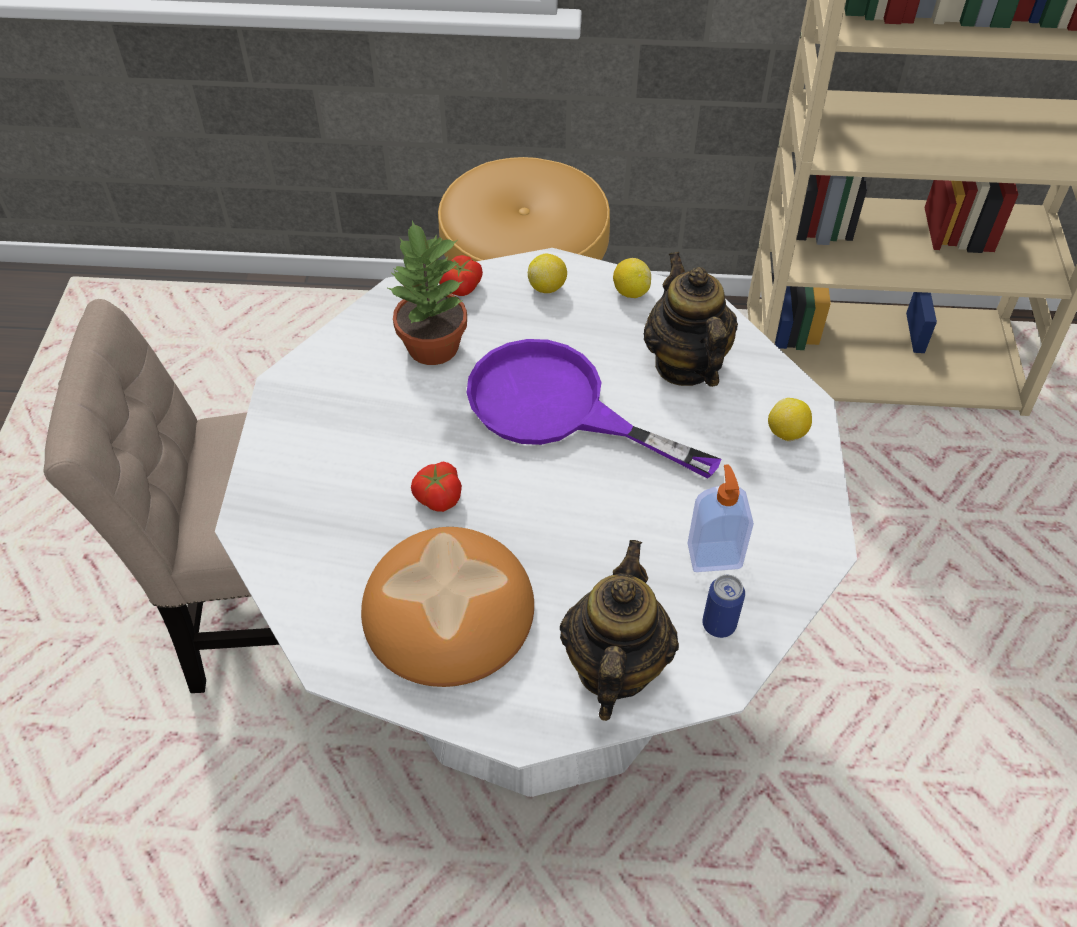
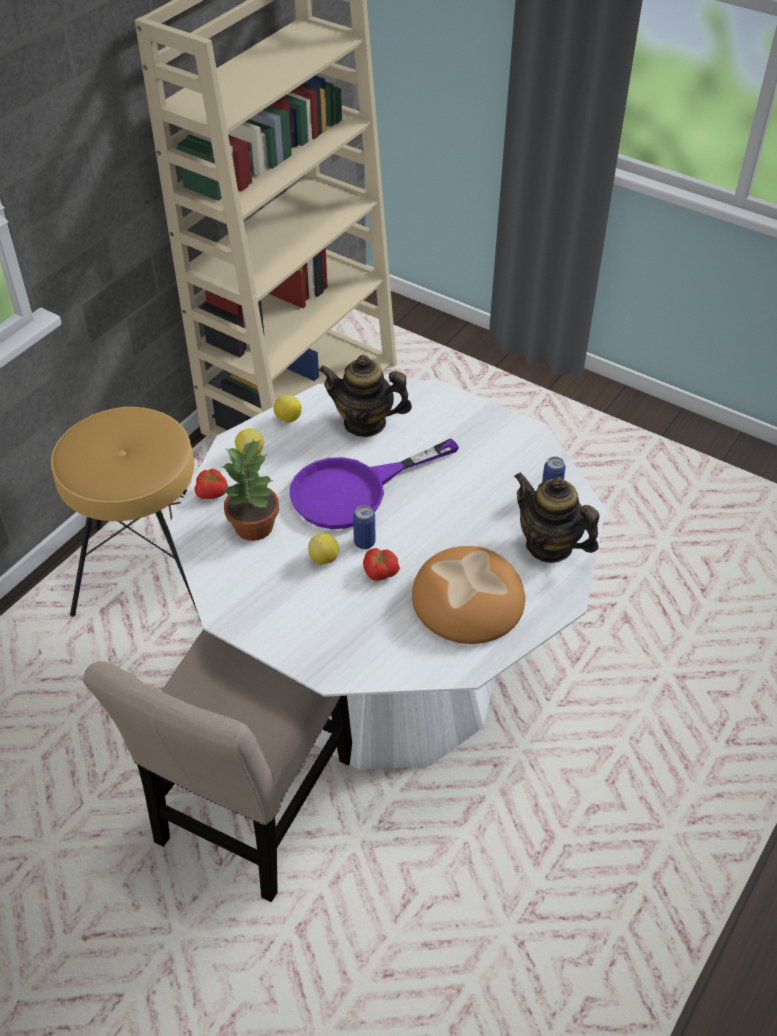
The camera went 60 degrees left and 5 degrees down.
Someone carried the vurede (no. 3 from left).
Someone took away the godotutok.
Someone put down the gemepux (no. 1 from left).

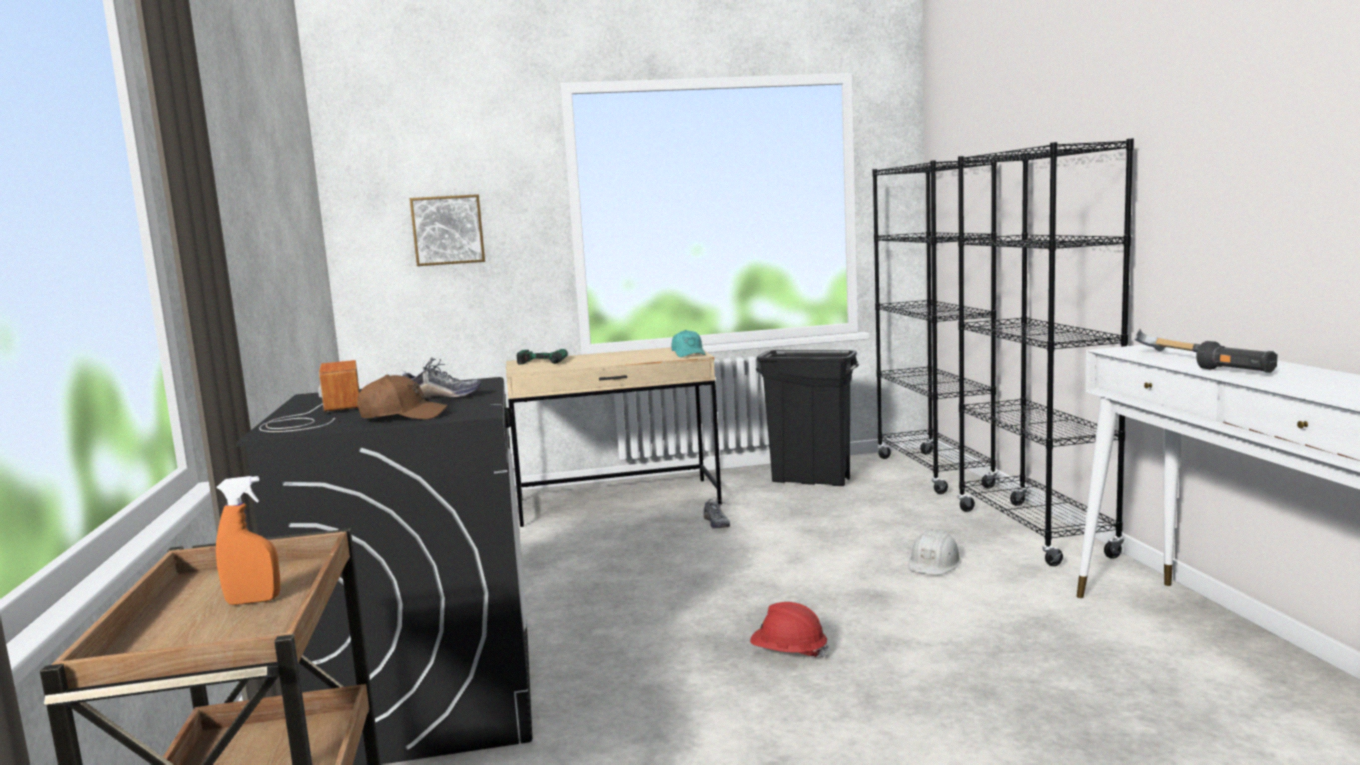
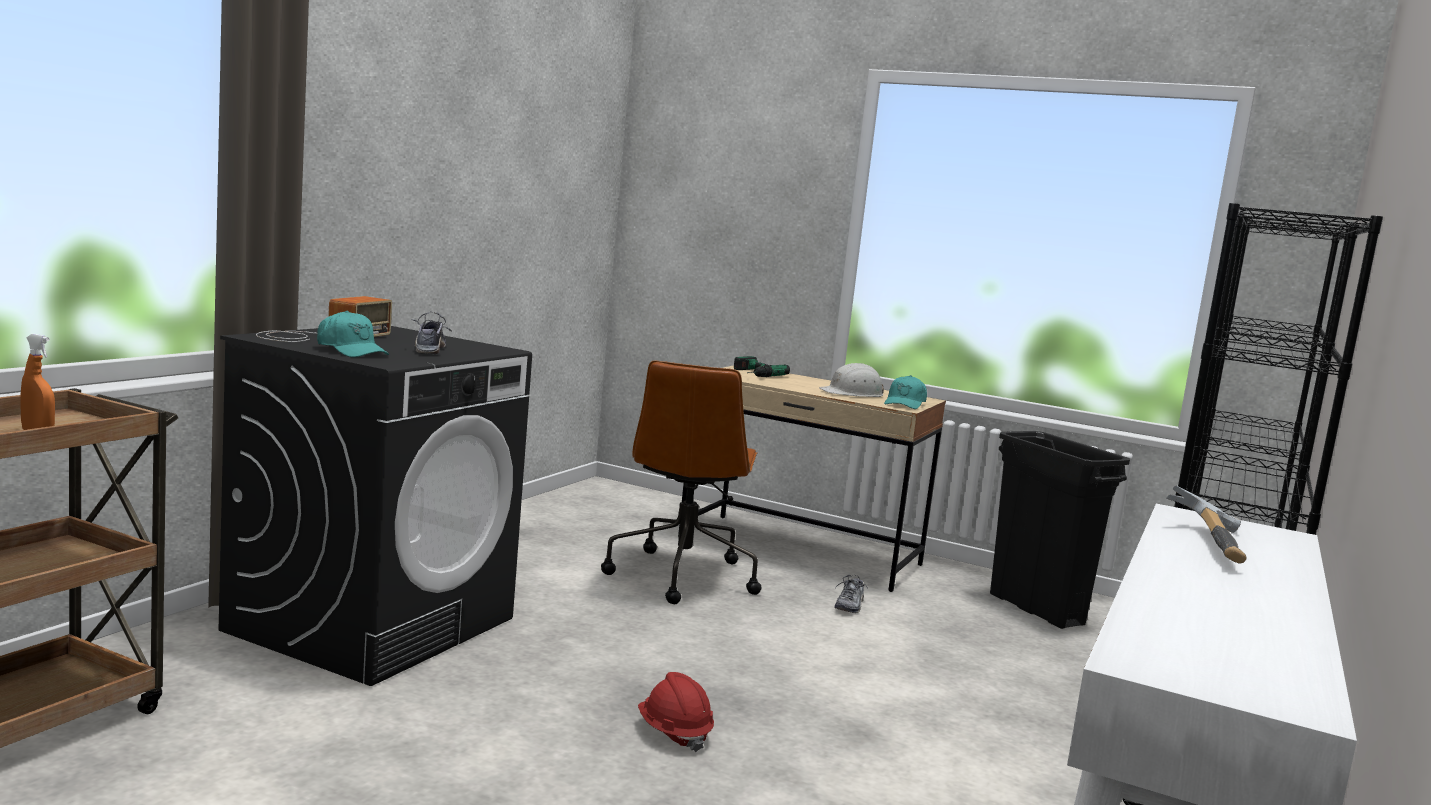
The camera went 35 degrees right and 0 degrees up.
Someone took away the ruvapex.
Someone took away the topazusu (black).
Someone rotated the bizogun (no. 1 from left) by 135 degrees counterclockwise.
Someone repainted the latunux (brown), which became the latunux (turquoise) (no. 1 from left).
Someone carried the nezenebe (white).
Someone put down the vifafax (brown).

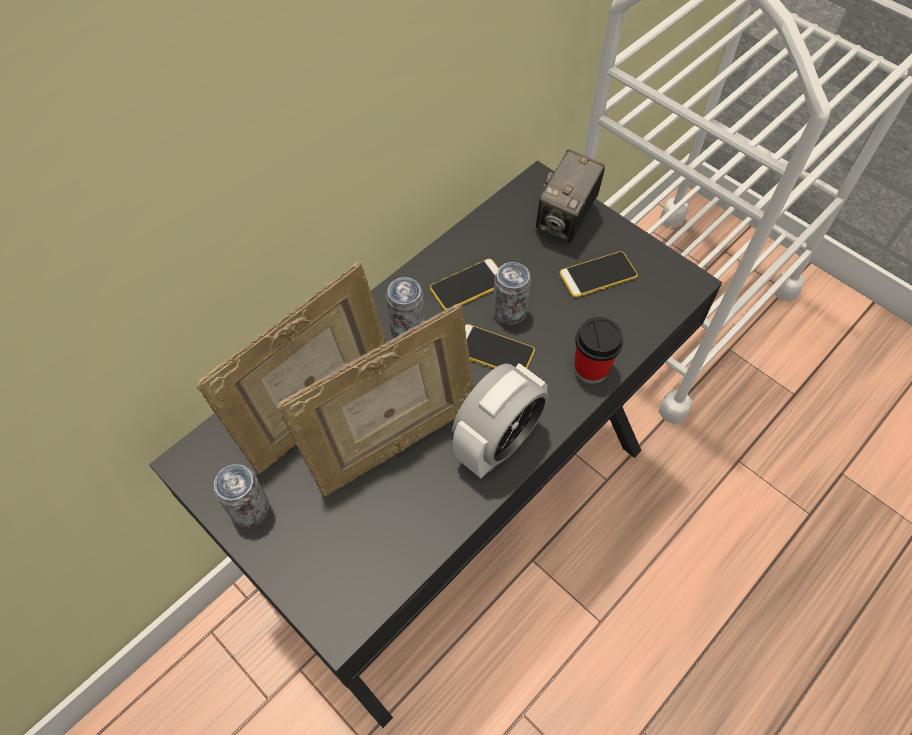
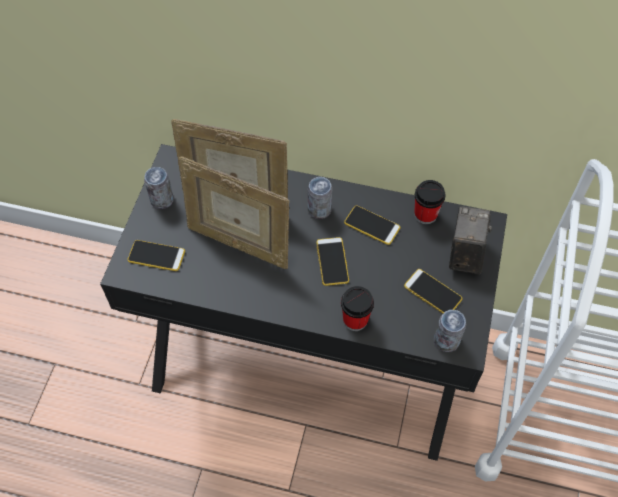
The camera went 60 degrees right and 0 degrees up.
Someone rotated the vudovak by 105 degrees clockwise.
Someone carried the gemepux (no. 3 from left).
Someone took away the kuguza.
Someone put down the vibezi (no. 2 from left).
Someone put down the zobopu (no. 1 from left).

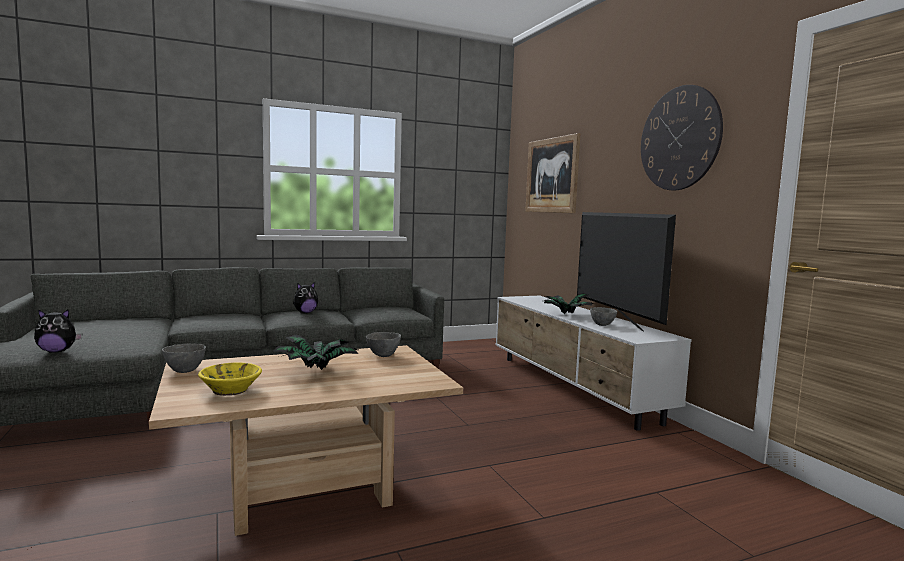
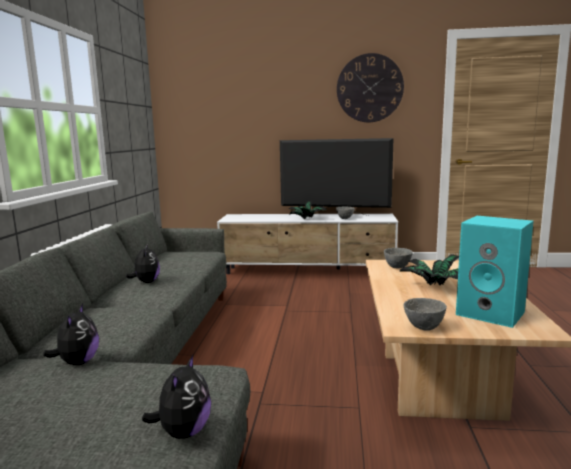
The camera went 60 degrees left and 5 degrees up.
Someone took away the ruvapex.
Someone swapped the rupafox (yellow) for the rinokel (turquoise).
Someone put down the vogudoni (no. 1 from left).

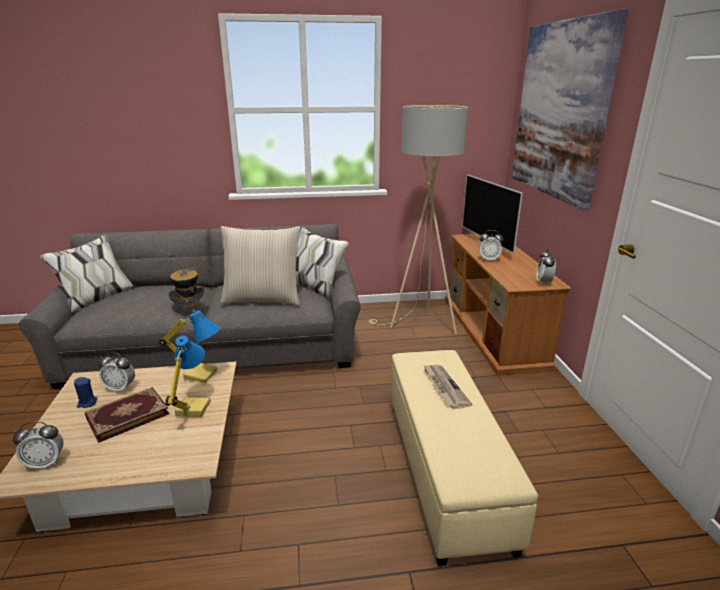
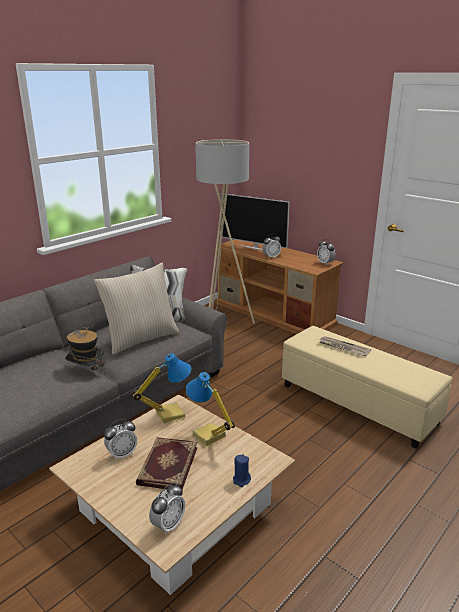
The camera went 40 degrees left and 0 degrees up.
Someone took away the ruvapex.
Someone carried the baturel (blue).

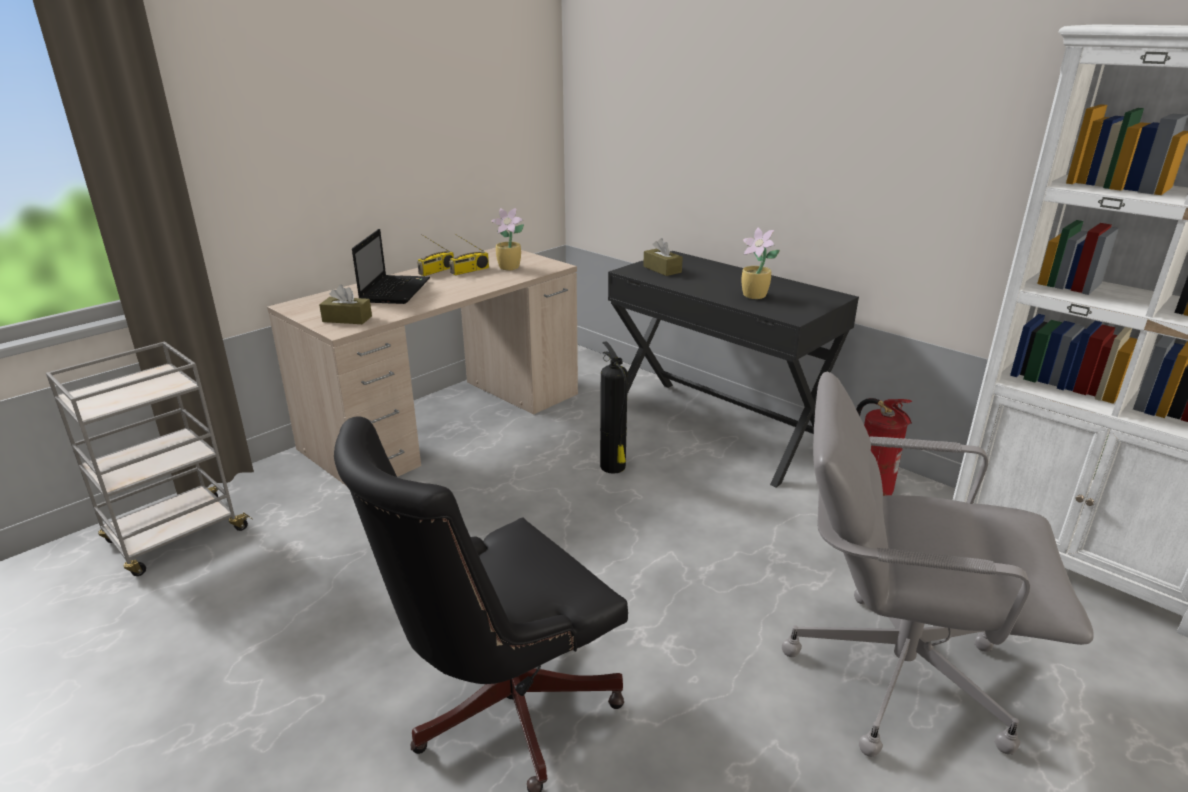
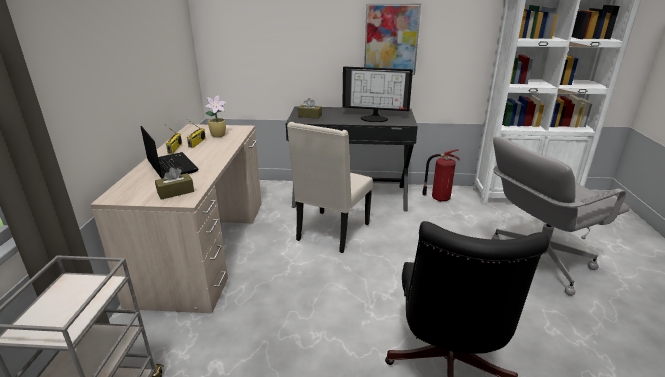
The camera went 40 degrees left and 0 degrees up.
Someone swapped the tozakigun (no. 2 from left) for the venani.
Someone swapped the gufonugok (no. 1 from left) for the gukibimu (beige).
Someone put up the ruvapex.

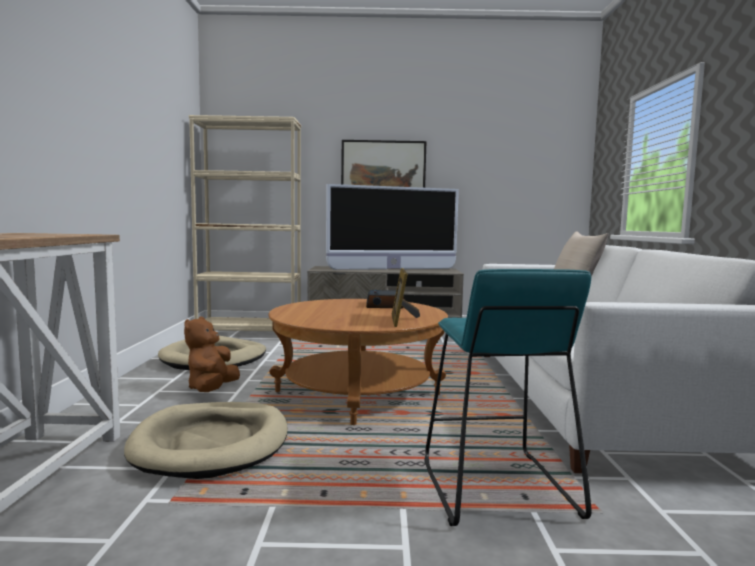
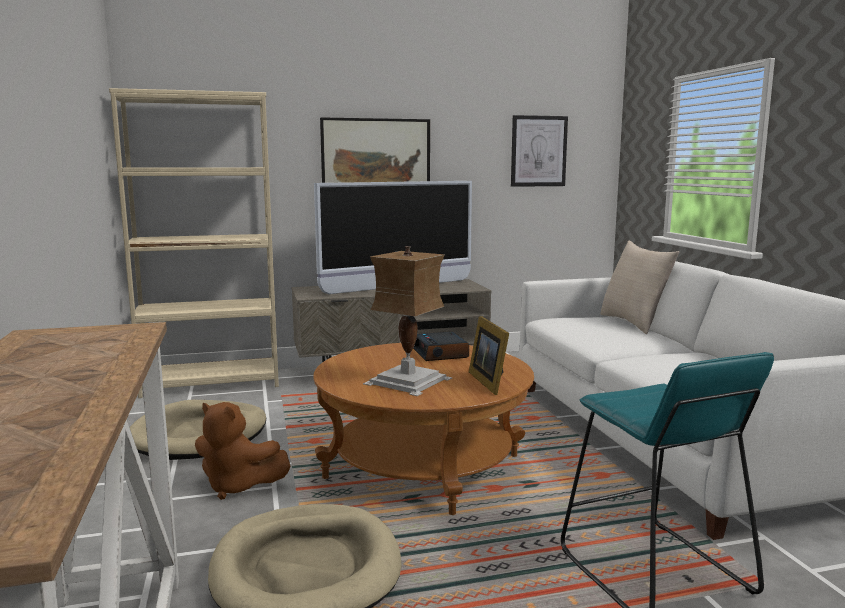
The camera went 15 degrees left and 5 degrees up.
Someone rotated the vogudoni (brown) by 60 degrees counterclockwise.
Someone put up the ruvapex (no. 2 from left).
Someone put down the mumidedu.

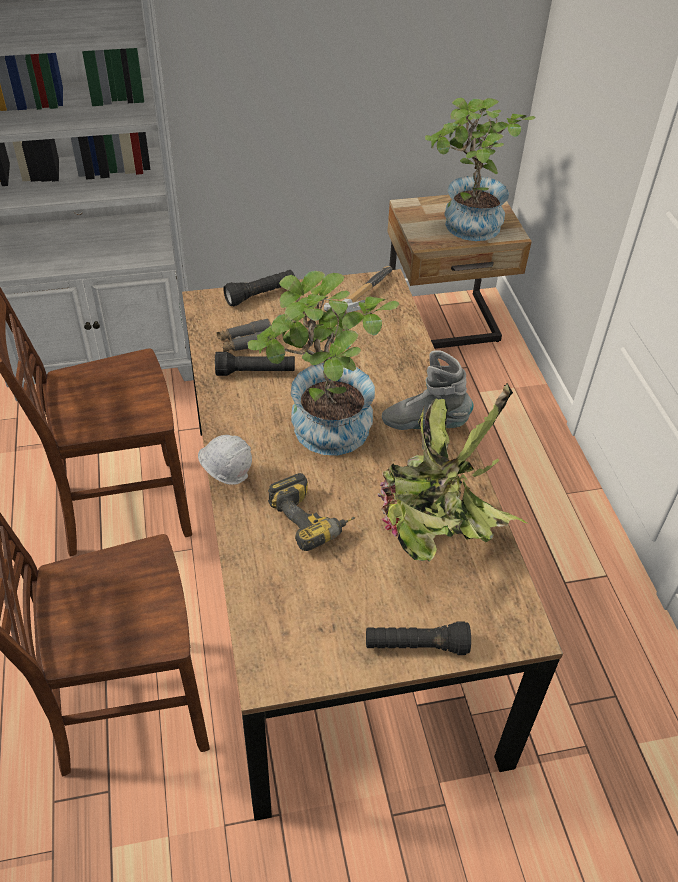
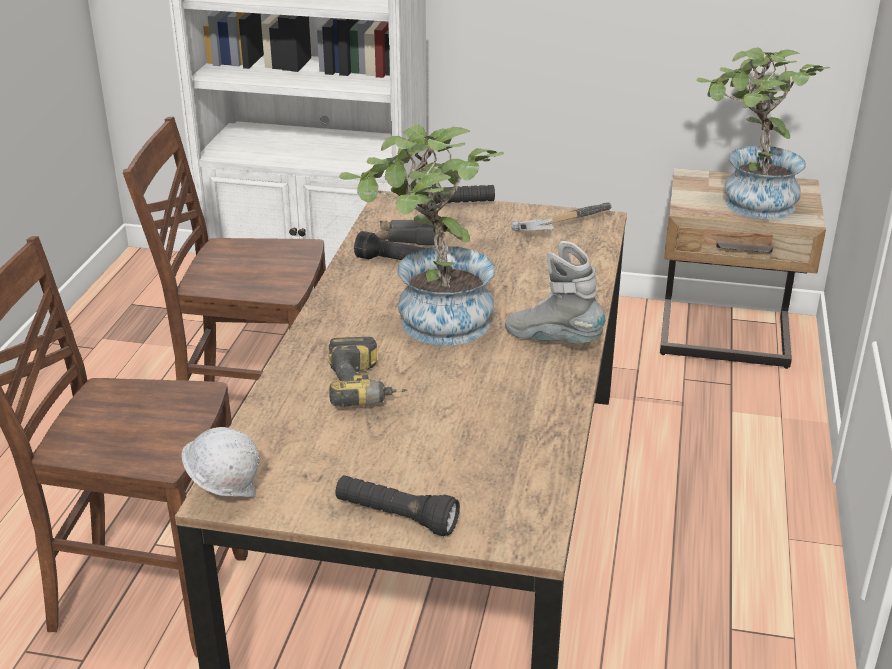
The camera went 25 degrees right and 15 degrees down.
Someone took away the tozakigun (no. 2 from left).
Someone carried the nezenebe (white).

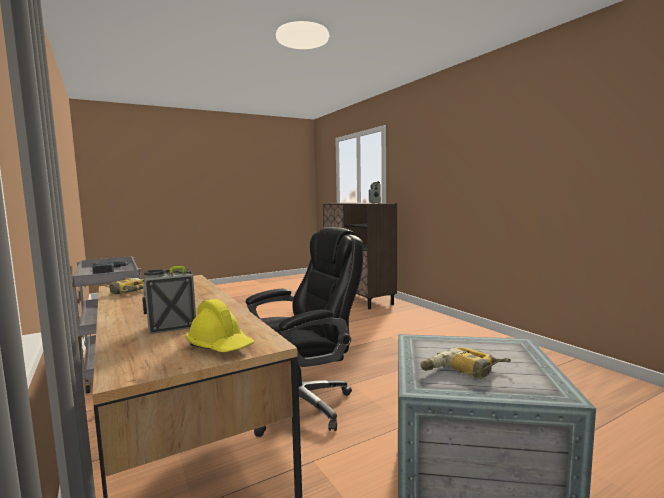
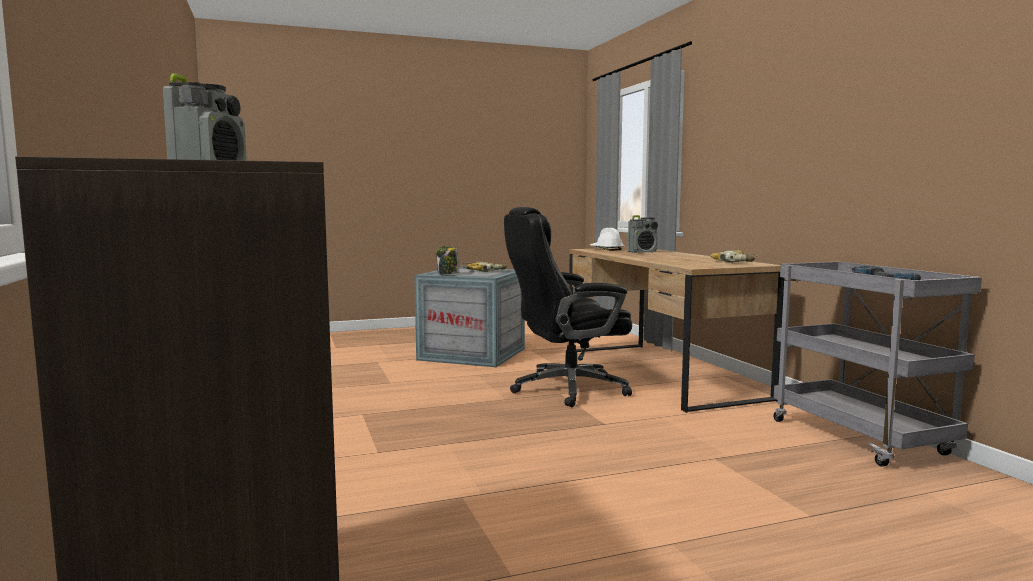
The camera went 170 degrees left and 0 degrees up.
Someone repainted the nezenebe (yellow), which became the nezenebe (white).
Someone put down the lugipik.

